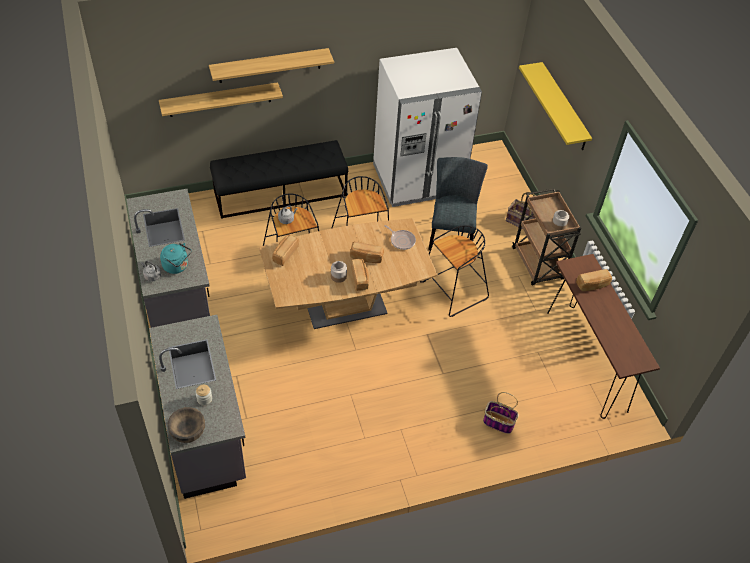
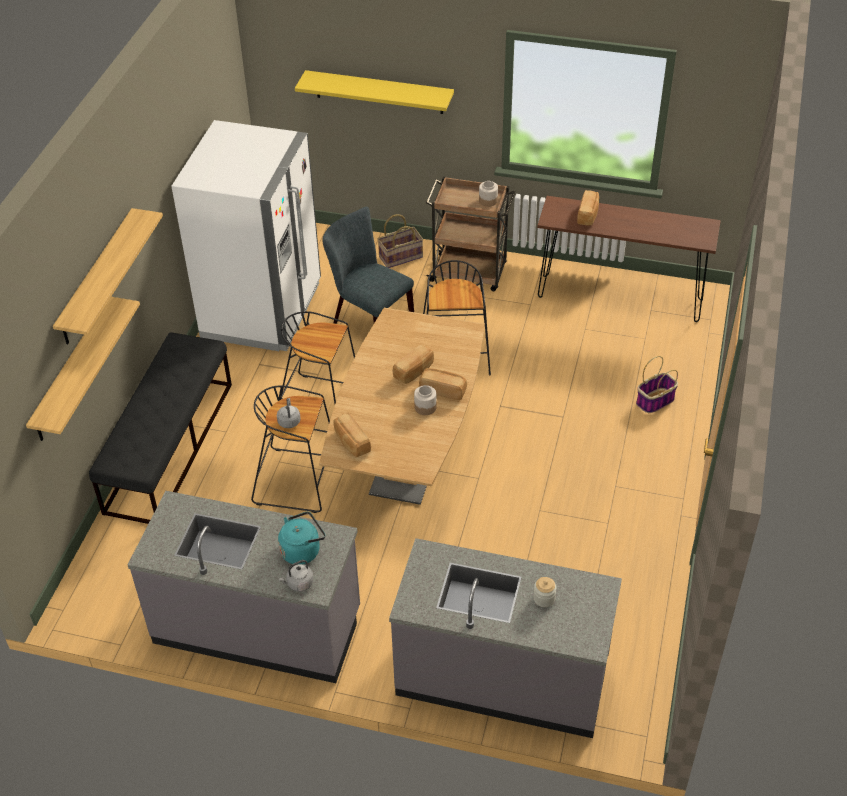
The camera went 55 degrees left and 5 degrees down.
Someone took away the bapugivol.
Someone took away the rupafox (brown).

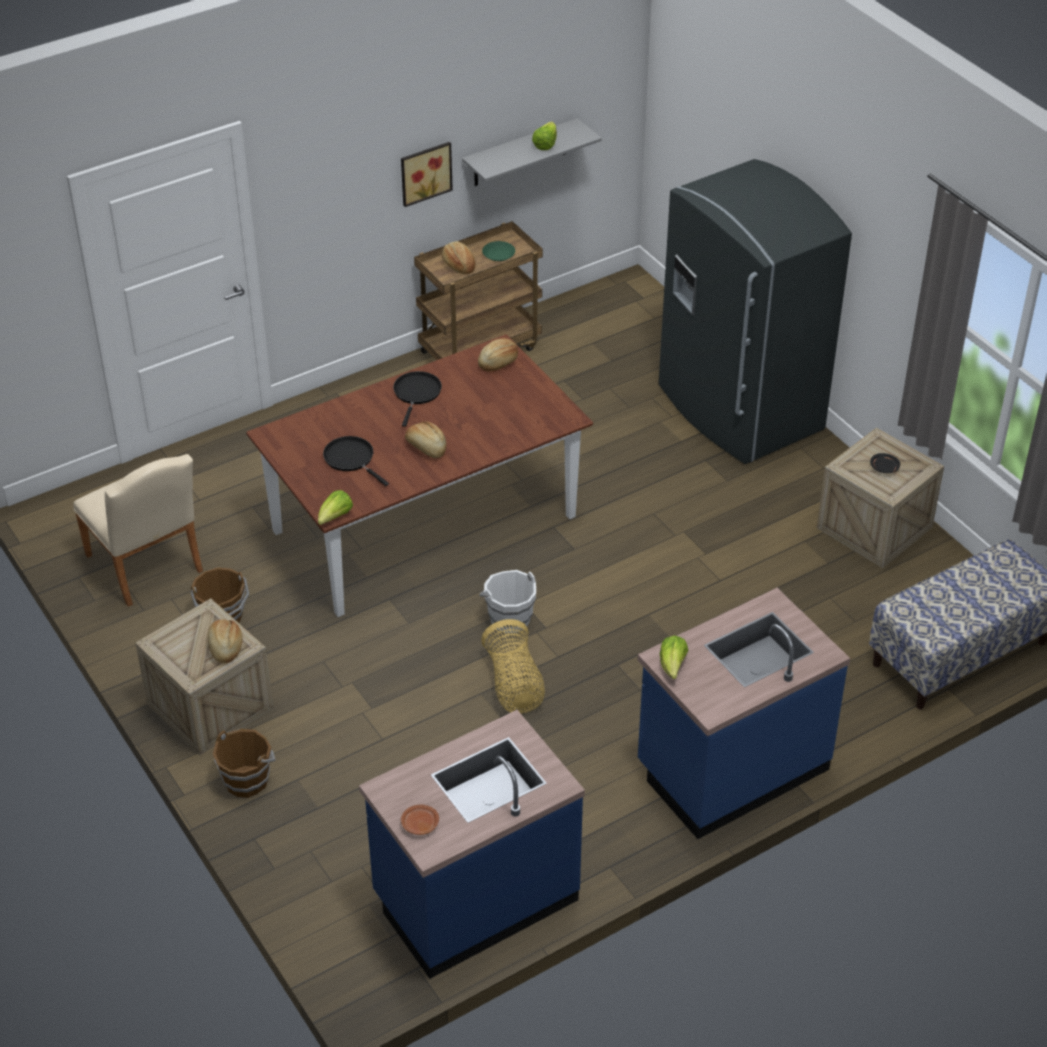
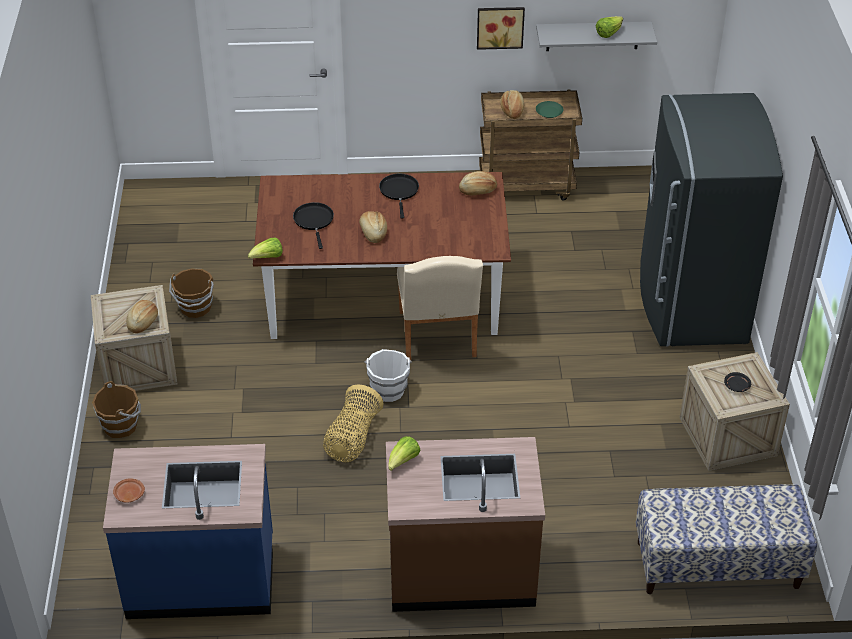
The camera went 30 degrees right and 0 degrees up.
Someone rotated the bapugivol (black) (no. 2 from left) by 45 degrees counterclockwise.
Someone carried the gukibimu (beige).
Someone repainted the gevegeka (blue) (no. 2 from left), which became the gevegeka (brown).

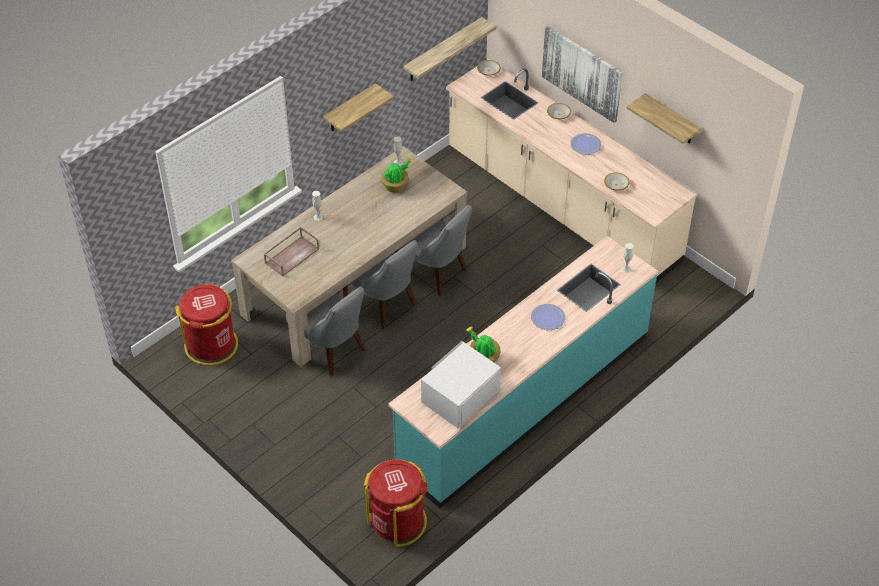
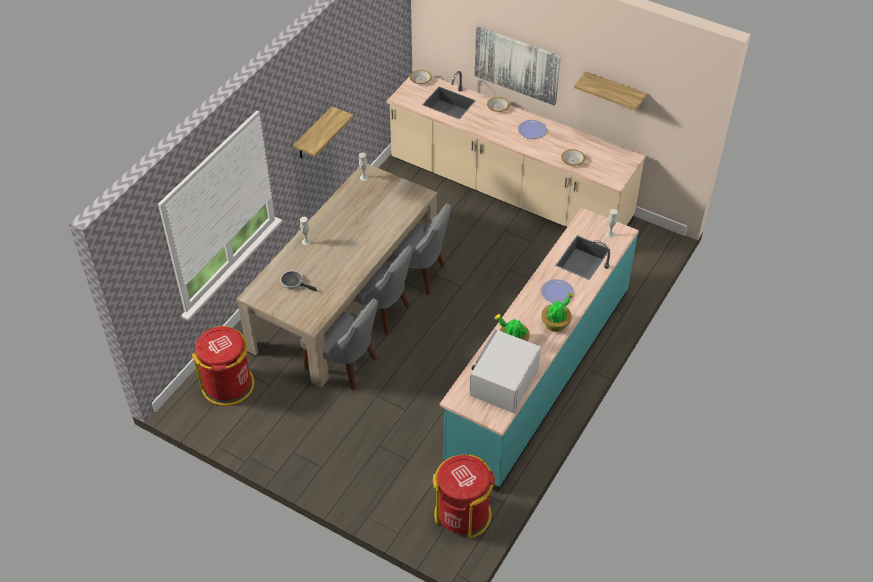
The camera went 15 degrees left and 0 degrees up.
Someone took away the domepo (no. 2 from left).
Someone carried the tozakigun (no. 1 from left in the first image).
Someone swapped the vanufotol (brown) for the bapugivol.

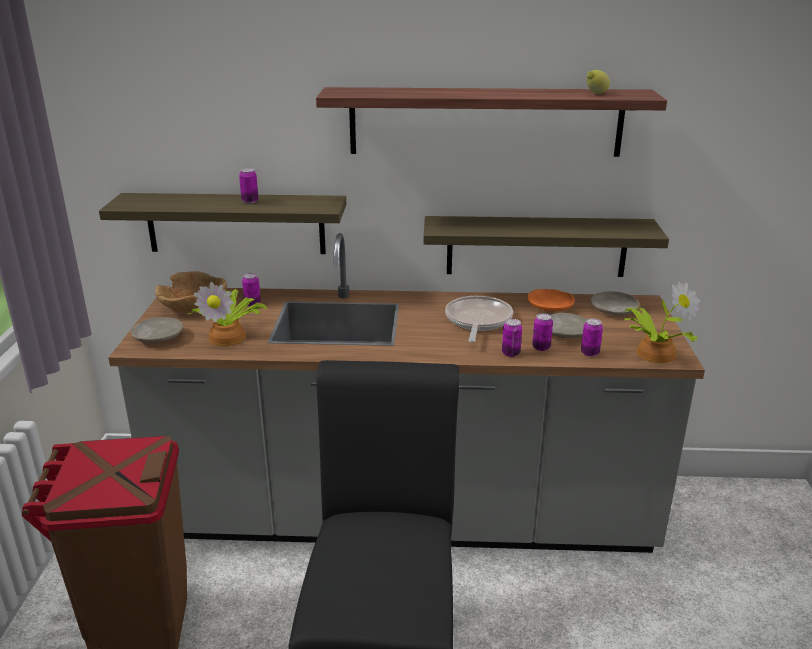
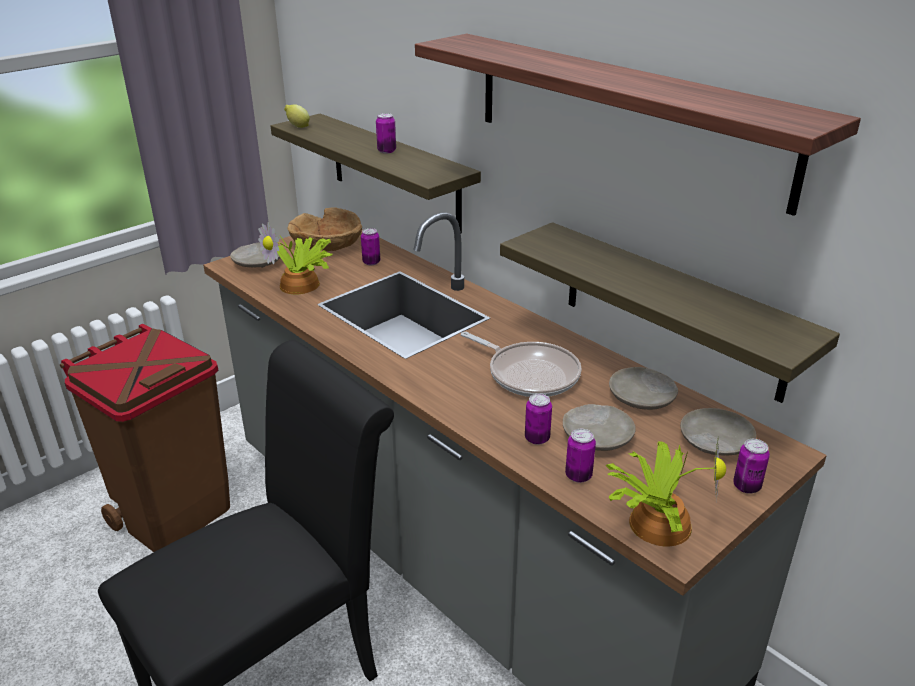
The camera went 45 degrees right and 5 degrees up.
Someone carried the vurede.
Someone repainted the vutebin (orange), which became the vutebin (beige) (no. 3 from left).
Someone rotated the bapugivol by 75 degrees clockwise.
Someone carried the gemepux (no. 3 from left in the first image).

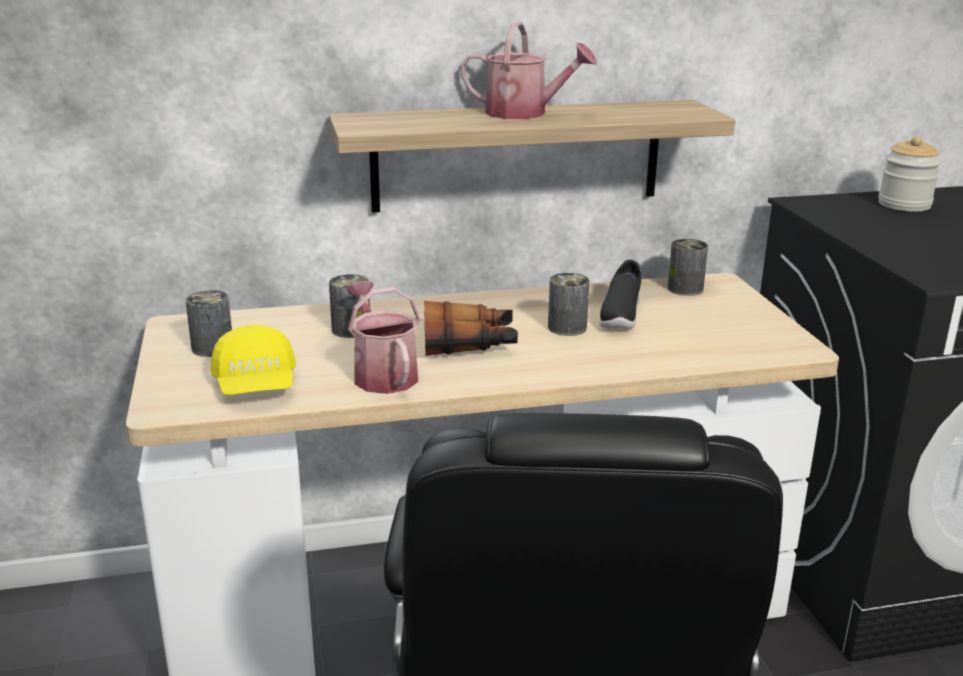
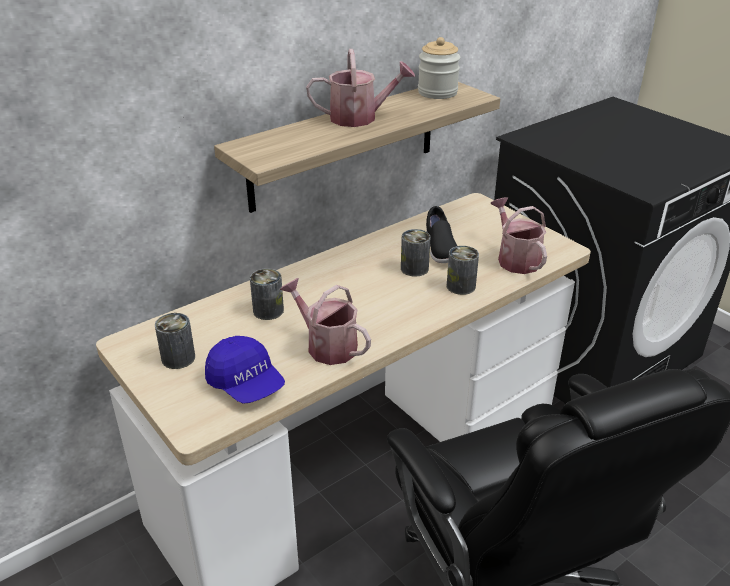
The camera went 25 degrees left and 10 degrees up.
Someone carried the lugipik.
Someone carried the gemepux (no. 4 from left).
Someone took away the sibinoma.
Someone repainted the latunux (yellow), which became the latunux (blue).
Someone put down the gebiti (no. 3 from left).

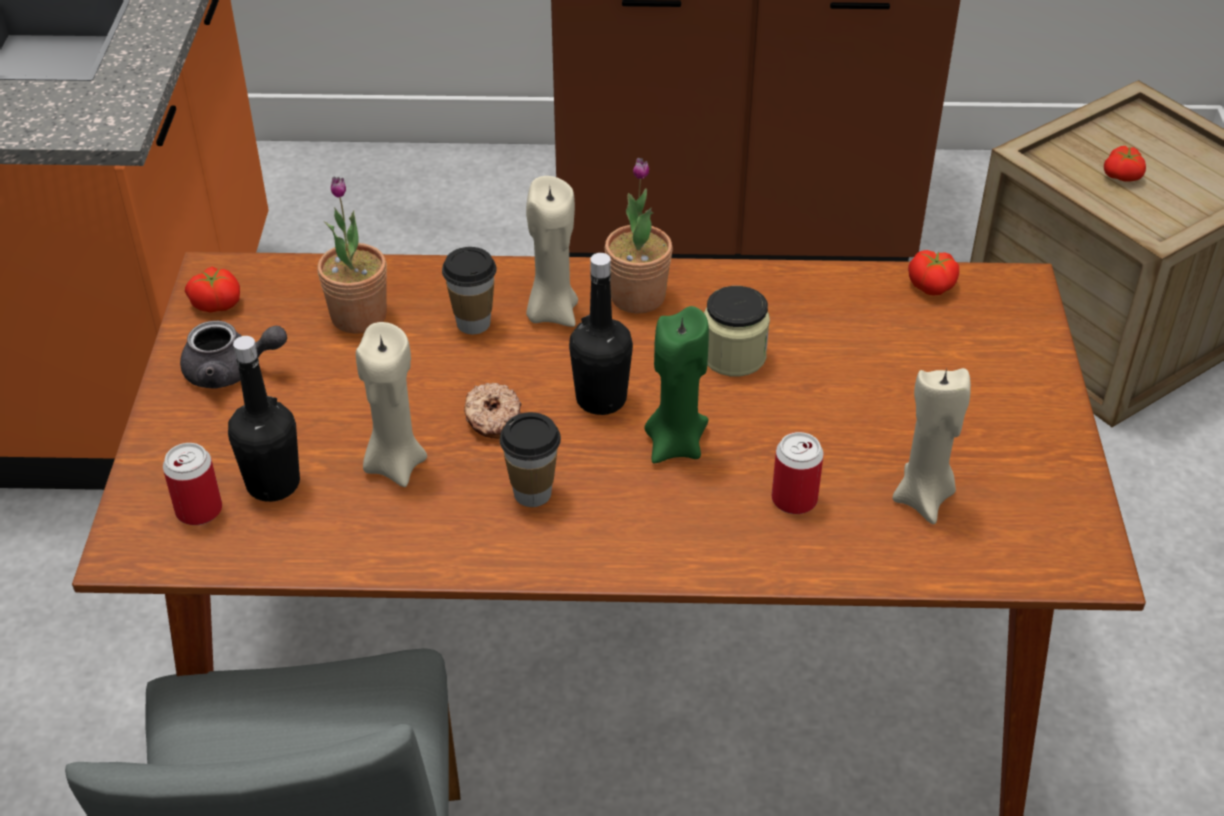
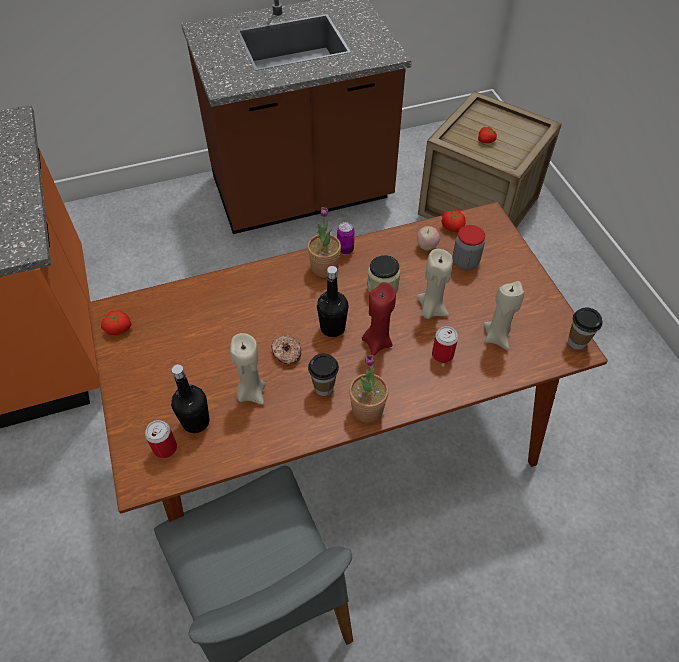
The camera went 20 degrees left and 10 degrees up.
Someone carried the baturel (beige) (no. 2 from left).
Someone carried the tozakigun (no. 1 from left in the first image).
Someone carried the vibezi (no. 1 from left in the first image).
Someone repainted the baturel (green), which became the baturel (red).
Someone took away the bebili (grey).
Someone put down the gemepux (no. 2 from left).
Someone put down the lugipik (no. 2 from left).
Someone put down the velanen.

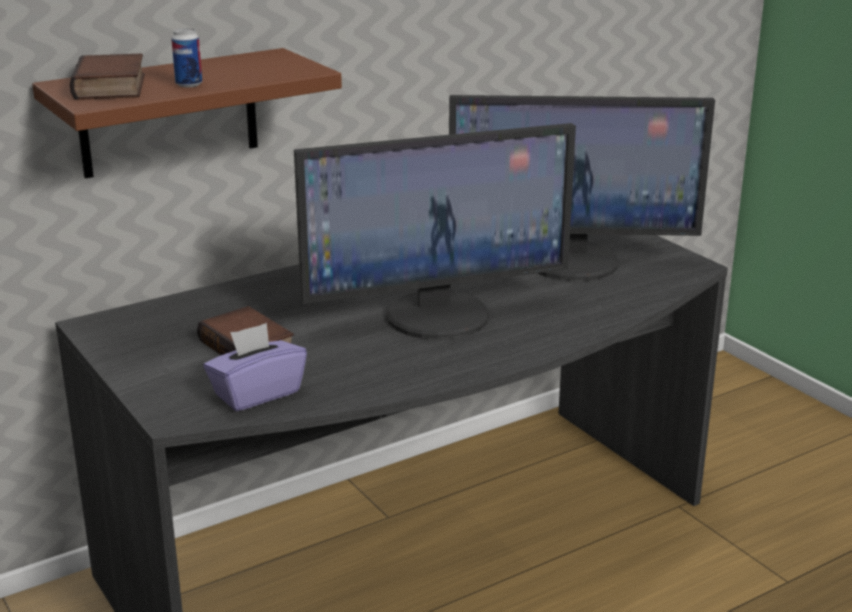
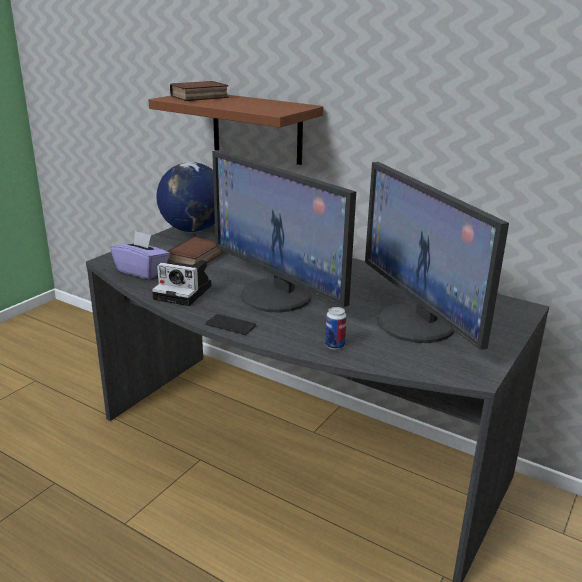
The camera went 65 degrees right and 0 degrees up.
Someone carried the gemepux.
Someone put down the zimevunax.
Someone put down the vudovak.
Someone put down the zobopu.

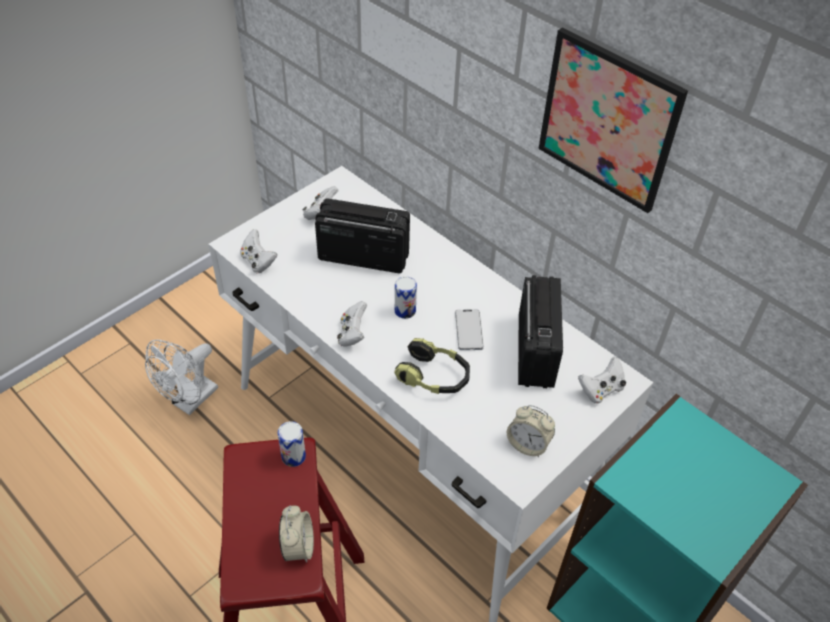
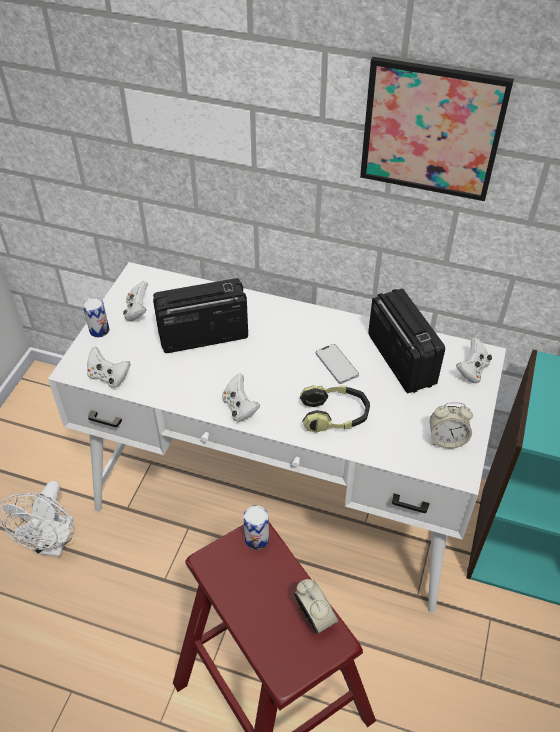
The camera went 25 degrees left and 0 degrees up.
Someone carried the gemepux (no. 2 from left in the first image).

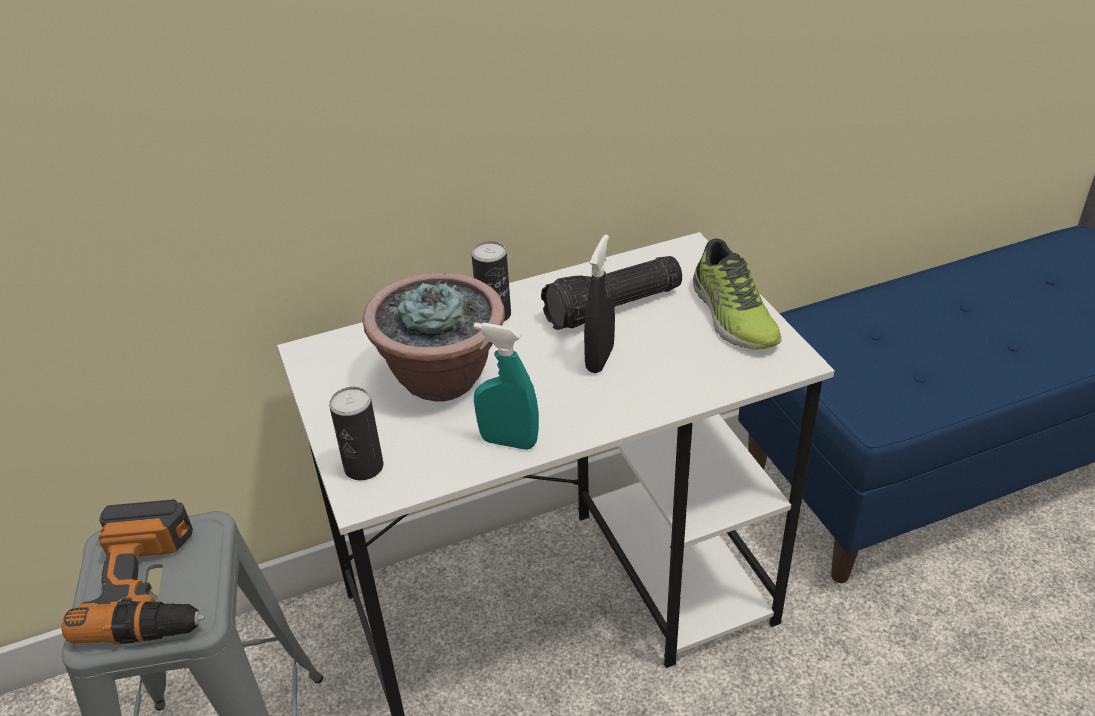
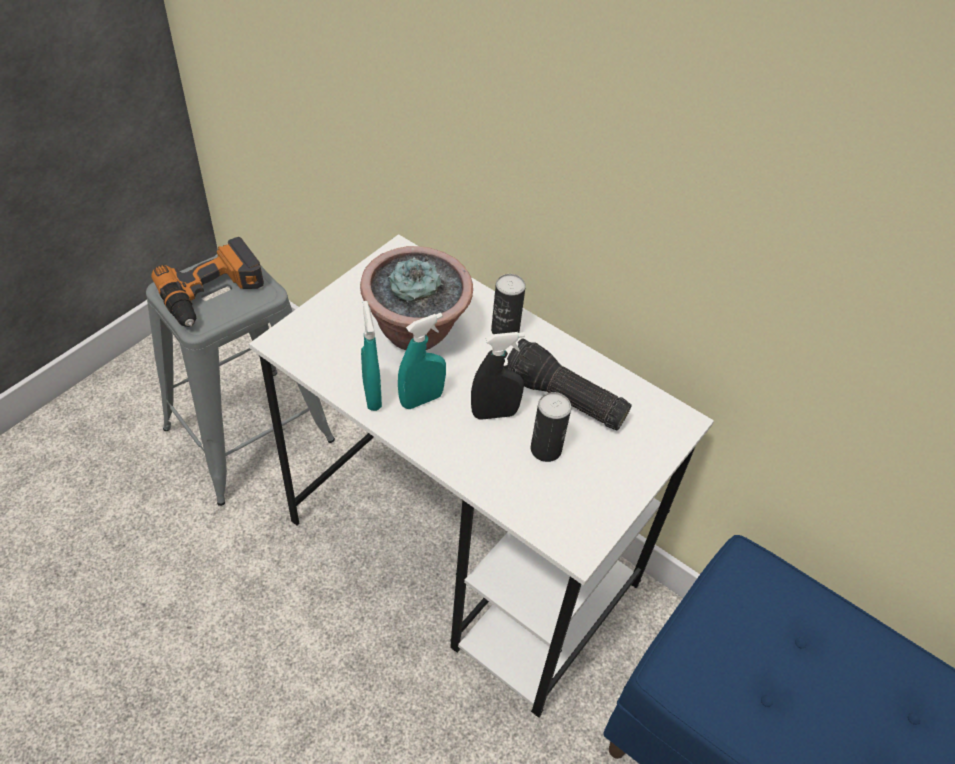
The camera went 55 degrees right and 10 degrees up.
Someone took away the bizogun.
Someone carried the gemepux (no. 1 from left in the first image).
Someone put down the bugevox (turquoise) (no. 2 from left).

